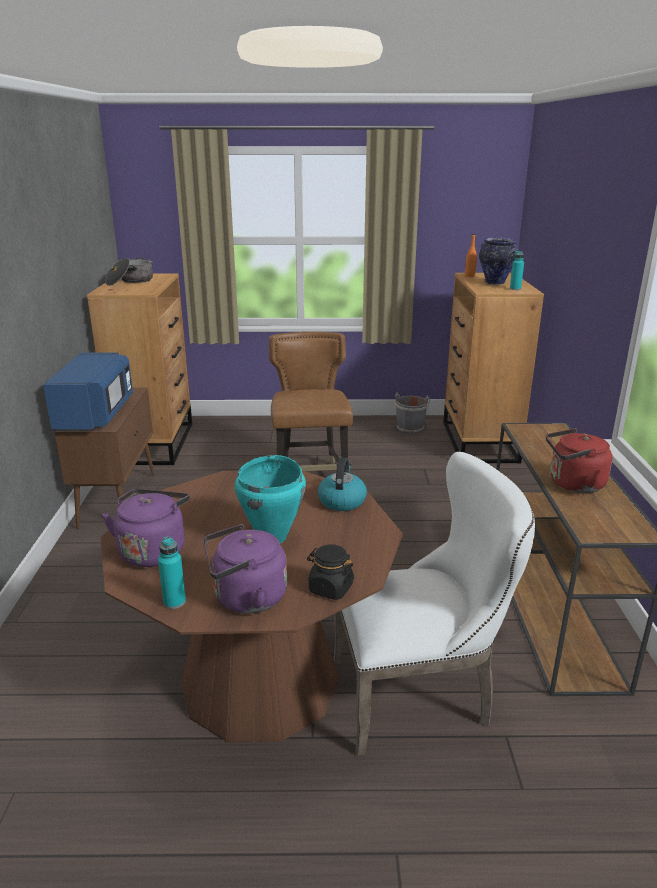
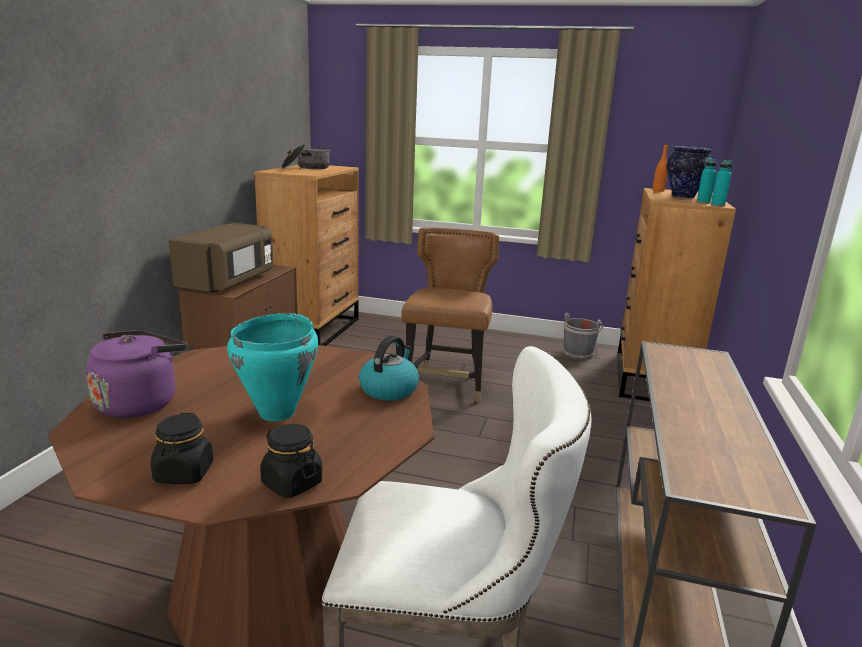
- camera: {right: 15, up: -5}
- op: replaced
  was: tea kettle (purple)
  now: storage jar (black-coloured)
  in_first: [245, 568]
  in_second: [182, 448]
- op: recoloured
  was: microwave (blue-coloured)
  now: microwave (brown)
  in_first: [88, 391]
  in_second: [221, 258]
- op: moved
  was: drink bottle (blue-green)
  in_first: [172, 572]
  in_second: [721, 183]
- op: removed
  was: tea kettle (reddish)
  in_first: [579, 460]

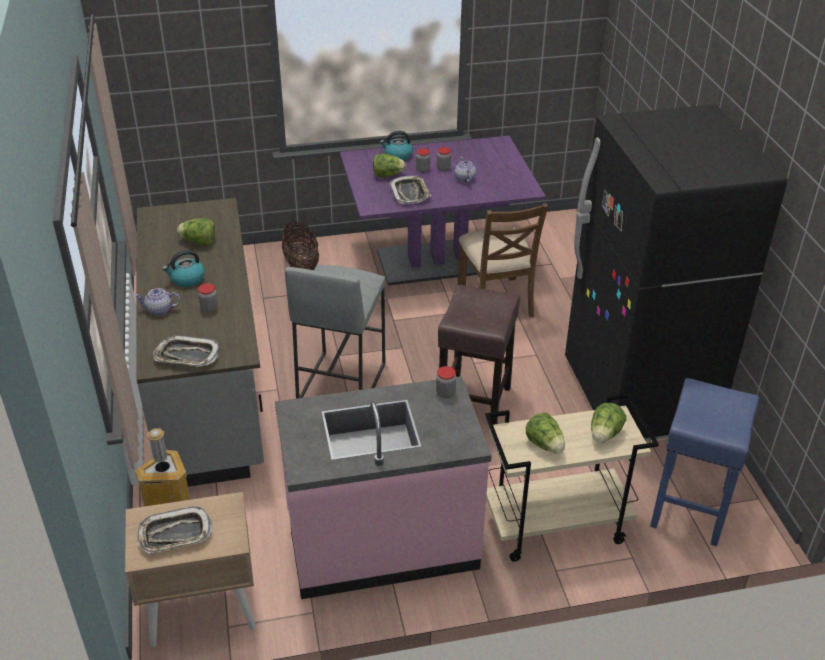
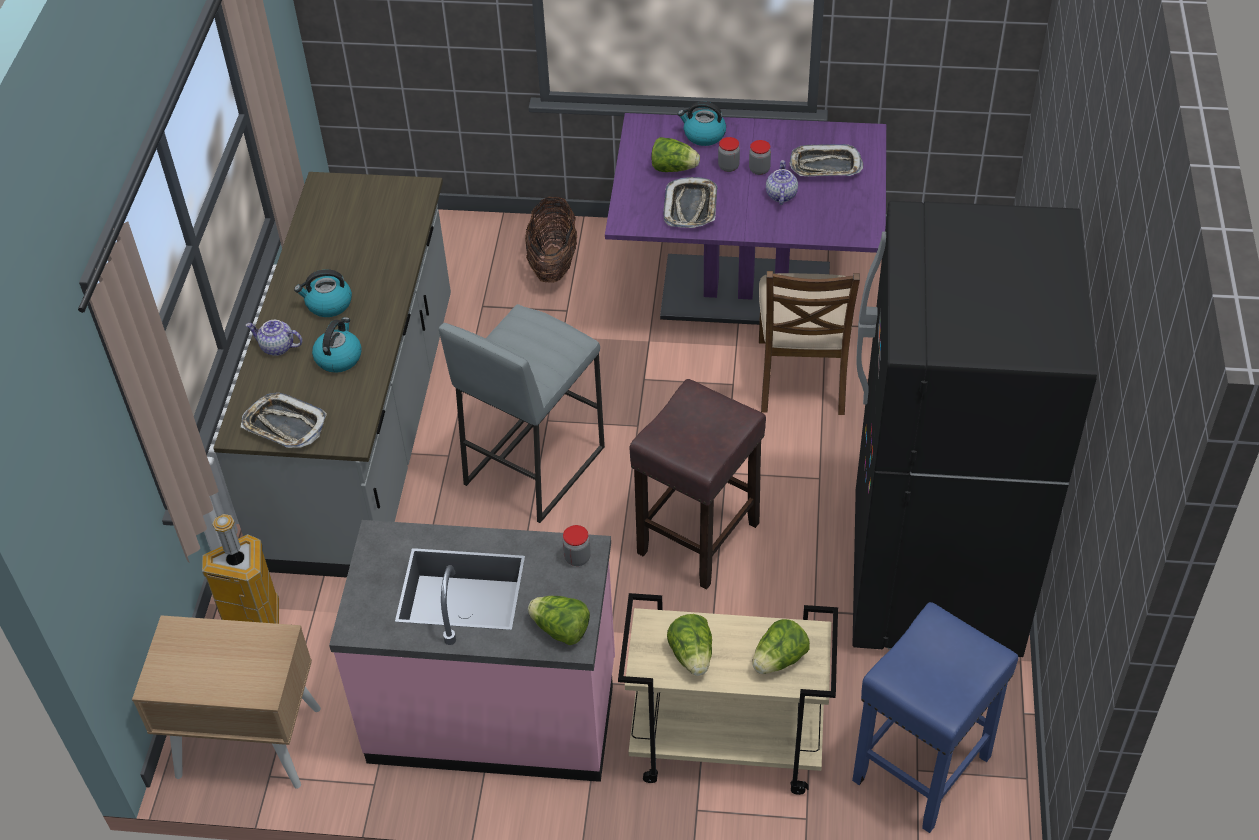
- camera: {right: 20, up: 10}
- op: replaced
  was: storage jar
  now: tea kettle
  in_first: [208, 298]
  in_second: [336, 345]
- op: moved
  was: lettuce
  in_first: [196, 231]
  in_second: [559, 620]
- op: moved
  was: carrying tray
  in_first: [175, 529]
  in_second: [826, 160]

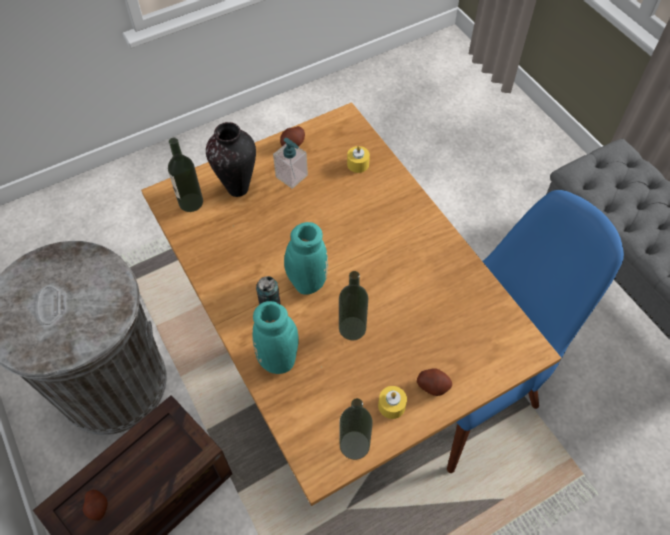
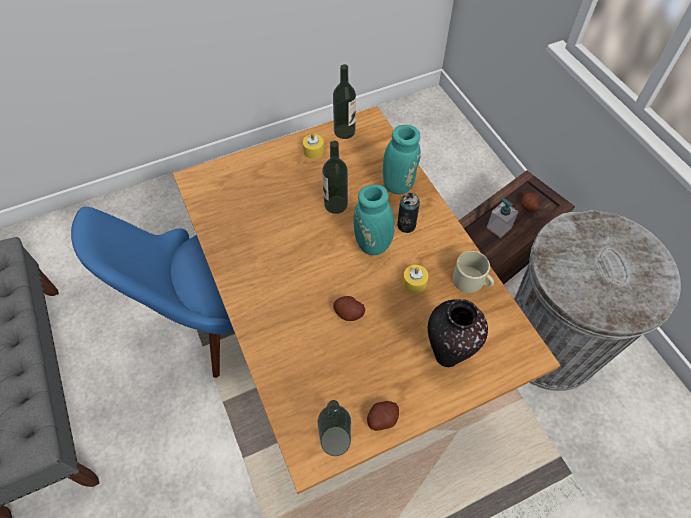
- camera: {right: -175, up: 0}
- op: moved
  was: drink bottle
  in_first: [185, 175]
  in_second: [334, 428]
- op: moved
  was: whole potato
  in_first: [434, 382]
  in_second: [349, 308]
- op: moved
  was: candle (yellow-coloured)
  in_first: [358, 159]
  in_second: [415, 279]
- op: added
  now: mug (beige)
  in_second: [473, 272]
- op: moved
  was: soap dispenser
  in_first: [290, 163]
  in_second: [503, 217]

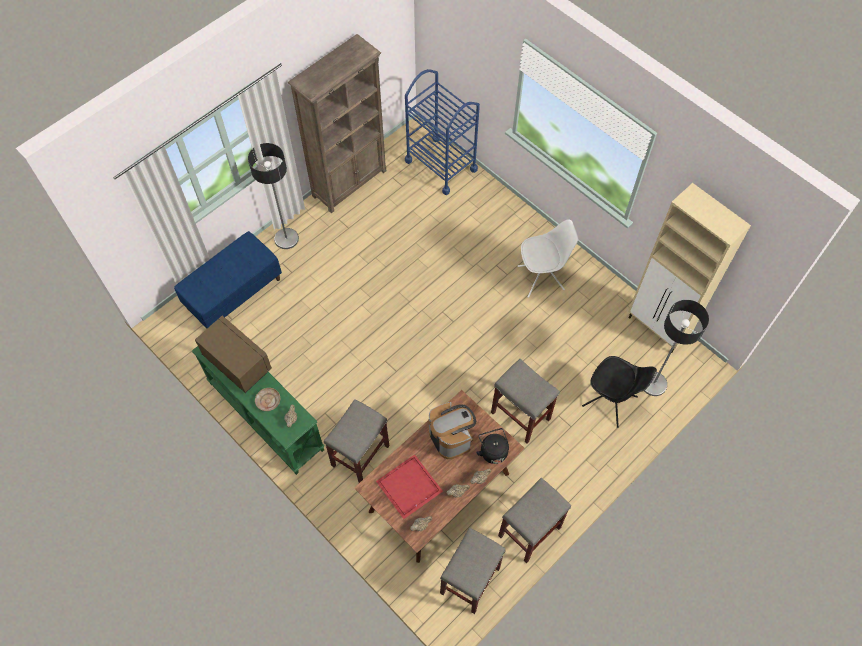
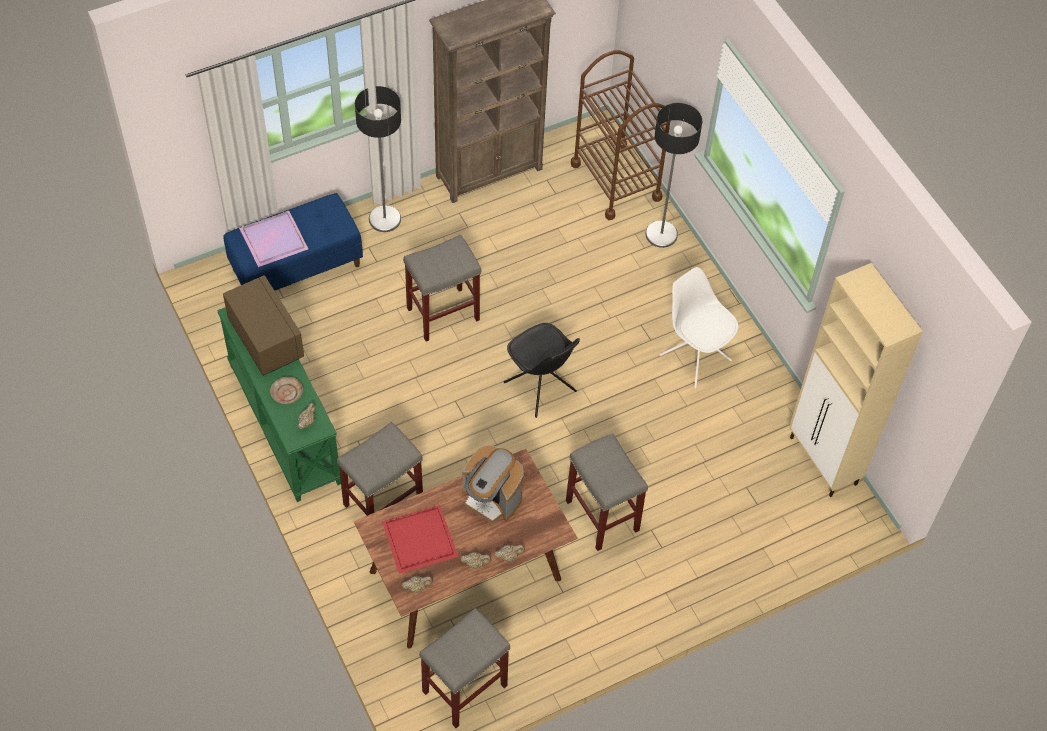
- camera: {right: 15, up: -5}
- op: added
  now: carrying tray (purple)
  in_second: [273, 239]
- op: moved
  was: sitting stool (gray)
  in_first: [534, 521]
  in_second: [442, 288]
- op: turned
  was: coffee brewer
  in_first: [452, 430]
  in_second: [493, 484]
  clockwise: 135
- op: moved
  was: upright chair (black-coloured)
  in_first: [619, 392]
  in_second: [542, 370]
- op: recoloured
  was: wheeled cart (blue-coloured)
  now: wheeled cart (brown)
  in_first: [442, 132]
  in_second: [620, 135]
- op: moved
  was: floor lamp
  in_first: [676, 348]
  in_second: [673, 175]
- op: turned
  was: upright chair (whitish)
  in_first: [548, 258]
  in_second: [699, 327]
  clockwise: -135
- op: removed
  was: tea kettle (black-coloured)
  in_first: [492, 446]

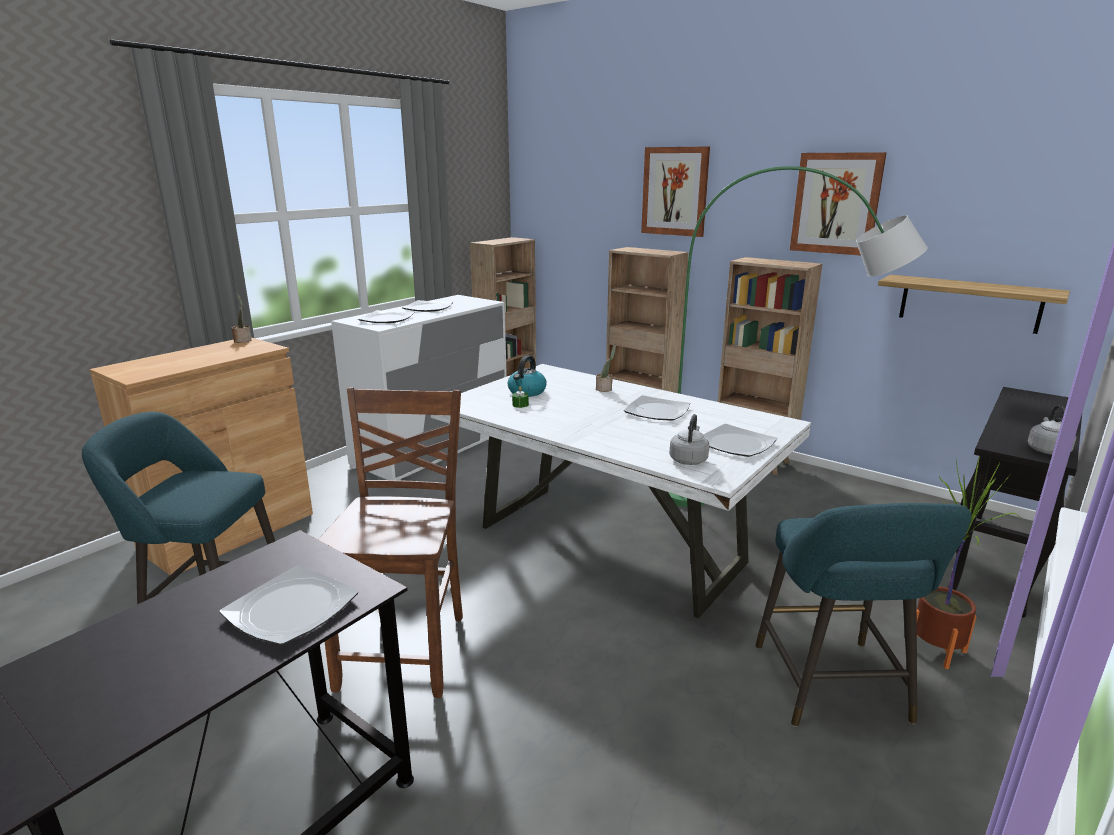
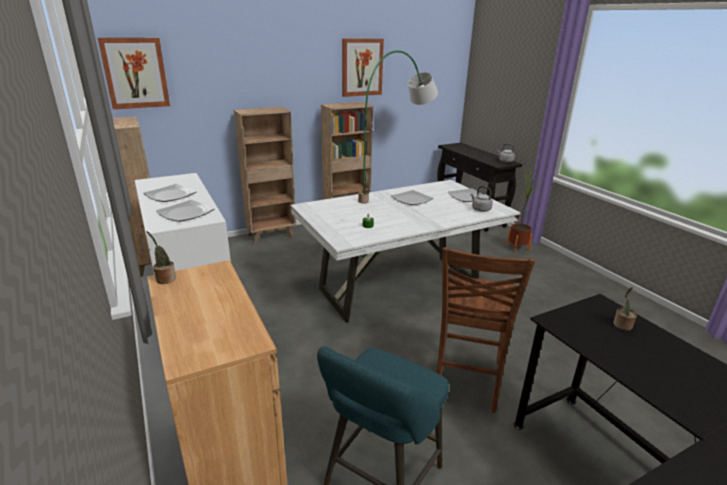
- camera: {right: -65, up: 5}
- op: moved
  was: picture
  in_first: [675, 191]
  in_second: [134, 73]
- op: turned
  was: upright chair (brown)
  in_first: [390, 542]
  in_second: [486, 330]
  clockwise: -105
- op: replaced
  was: plate
  now: potted plant
  in_first: [288, 605]
  in_second: [625, 309]
- op: removed
  was: tea kettle
  in_first: [527, 376]
- op: removed
  was: sitting stool (blue-green)
  in_first: [863, 615]
- op: removed
  was: bracket shelf
  in_first: [974, 304]

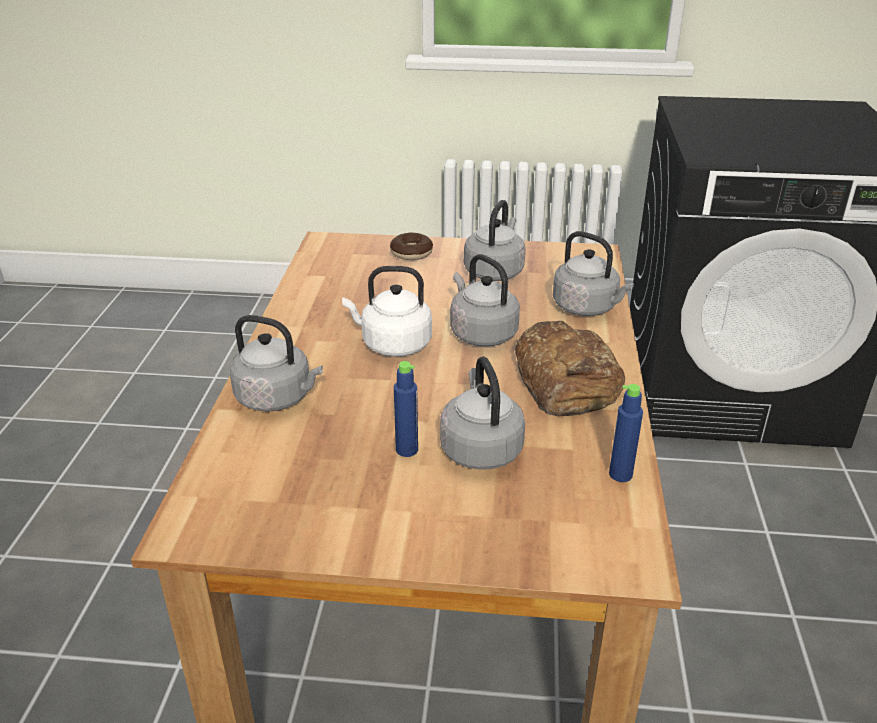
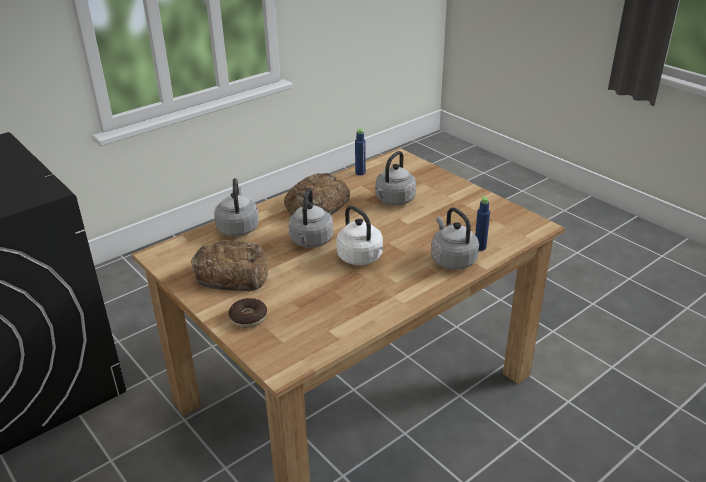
- camera: {right: -135, up: 0}
- op: replaced
  was: tea kettle (gray)
  now: bread
  in_first: [495, 240]
  in_second: [229, 265]
- op: moved
  was: drink bottle (blue-coloured)
  in_first: [406, 409]
  in_second: [482, 223]

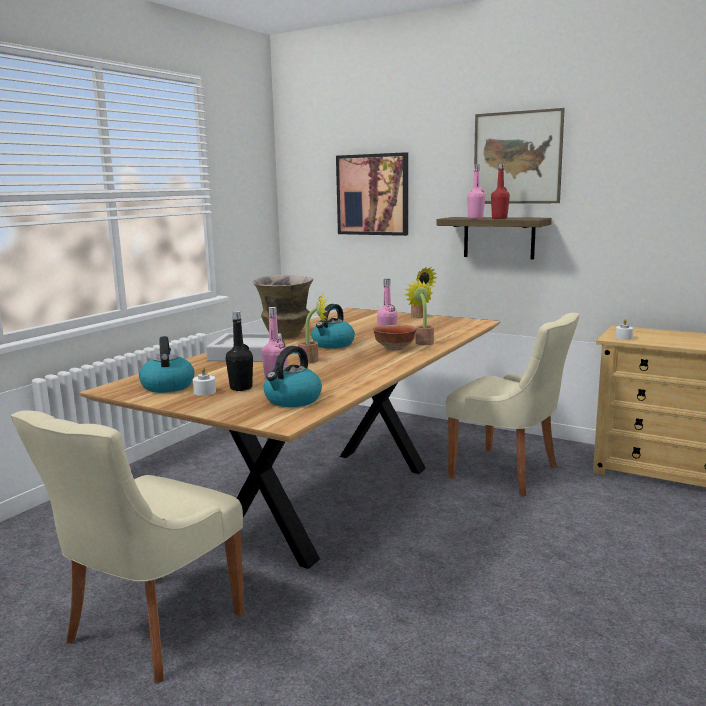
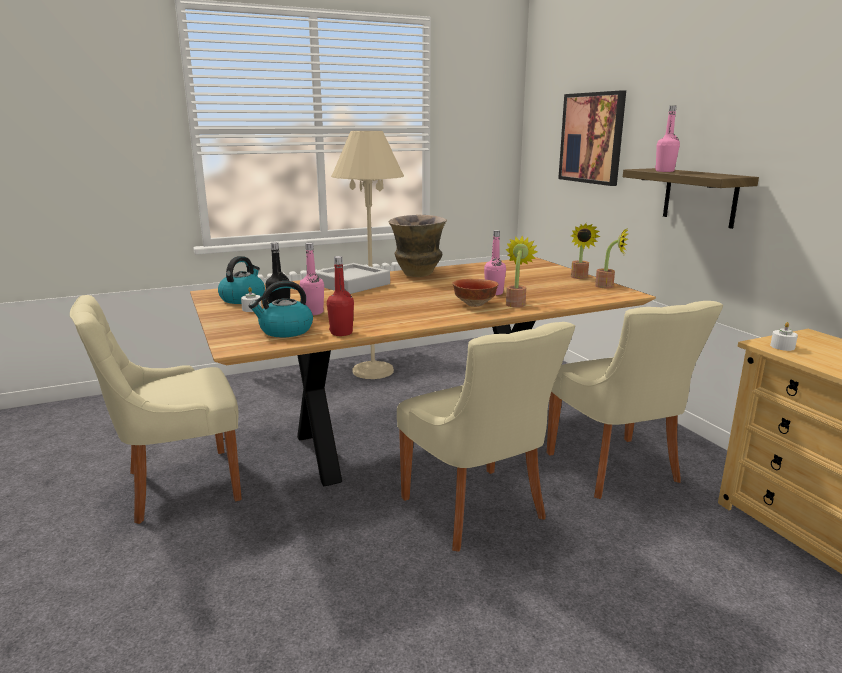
- camera: {right: 35, up: 5}
- op: moved
  was: drink bottle (reddish)
  in_first: [500, 191]
  in_second: [340, 296]
- op: added
  now: floor lamp (beige)
  in_second: [367, 255]
- op: added
  now: upright chair (beige)
  in_second: [486, 437]
- op: moved
  was: potted plant
  in_first: [313, 328]
  in_second: [611, 258]
- op: removed
  was: tea kettle
  in_first: [333, 326]
- op: removed
  was: picture
  in_first: [519, 156]

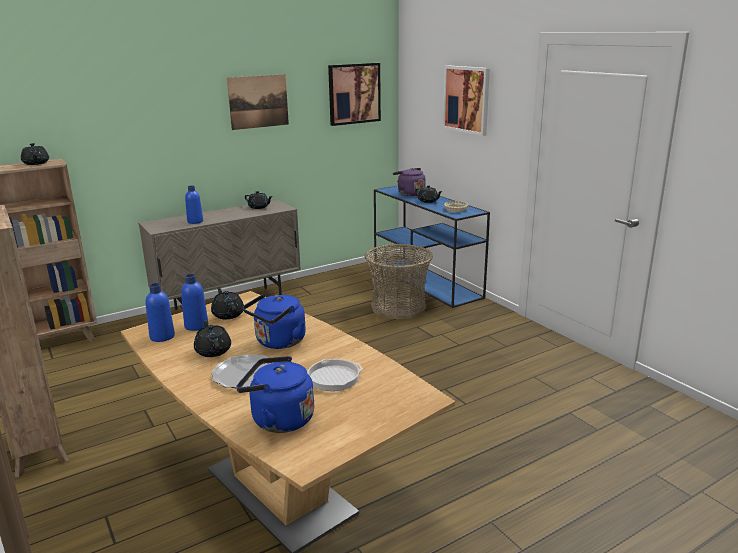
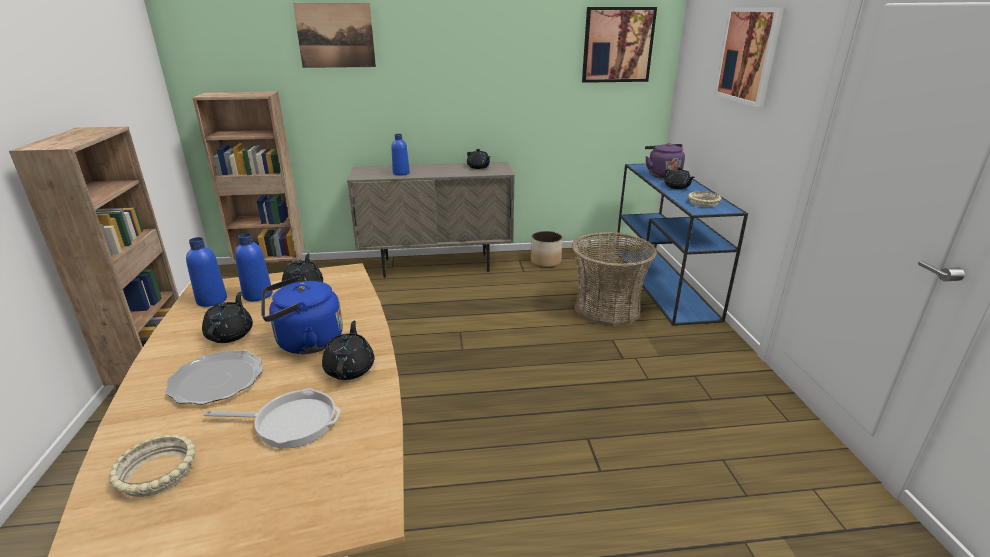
- camera: {right: 25, up: 5}
- op: replaced
  was: tea kettle (blue-coloured)
  now: deep dish (beige)
  in_first: [275, 394]
  in_second: [152, 466]
- op: moved
  was: picture
  in_first: [258, 102]
  in_second: [334, 35]
- op: moved
  was: tea pot (black-coloured)
  in_first: [35, 154]
  in_second: [348, 350]
- op: added
  now: flower pot
  in_second: [546, 249]

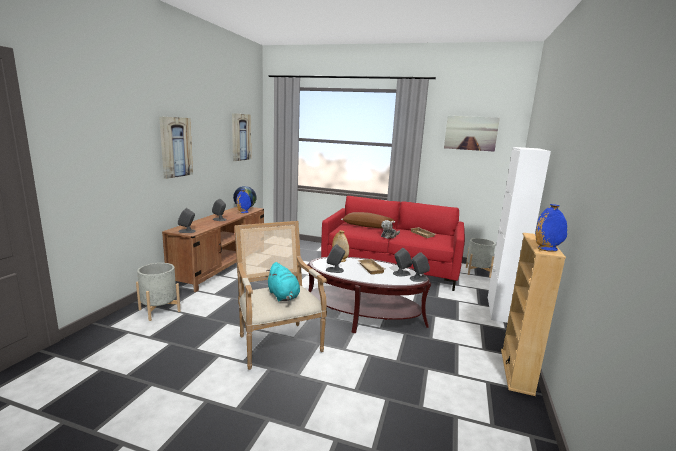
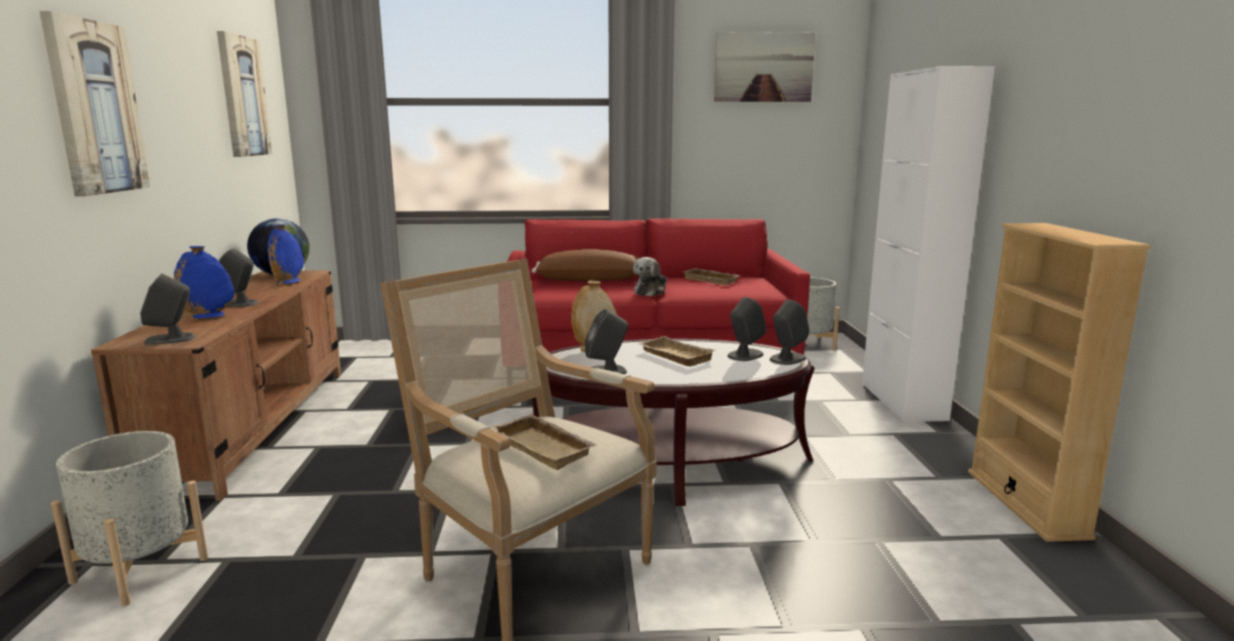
- camera: {right: -20, up: 0}
- op: moved
  was: vase (blue-coloured)
  in_first: [551, 228]
  in_second: [204, 283]
- op: replaced
  was: plush toy (blue-green)
  now: carrying tray (beige)
  in_first: [283, 281]
  in_second: [544, 442]

